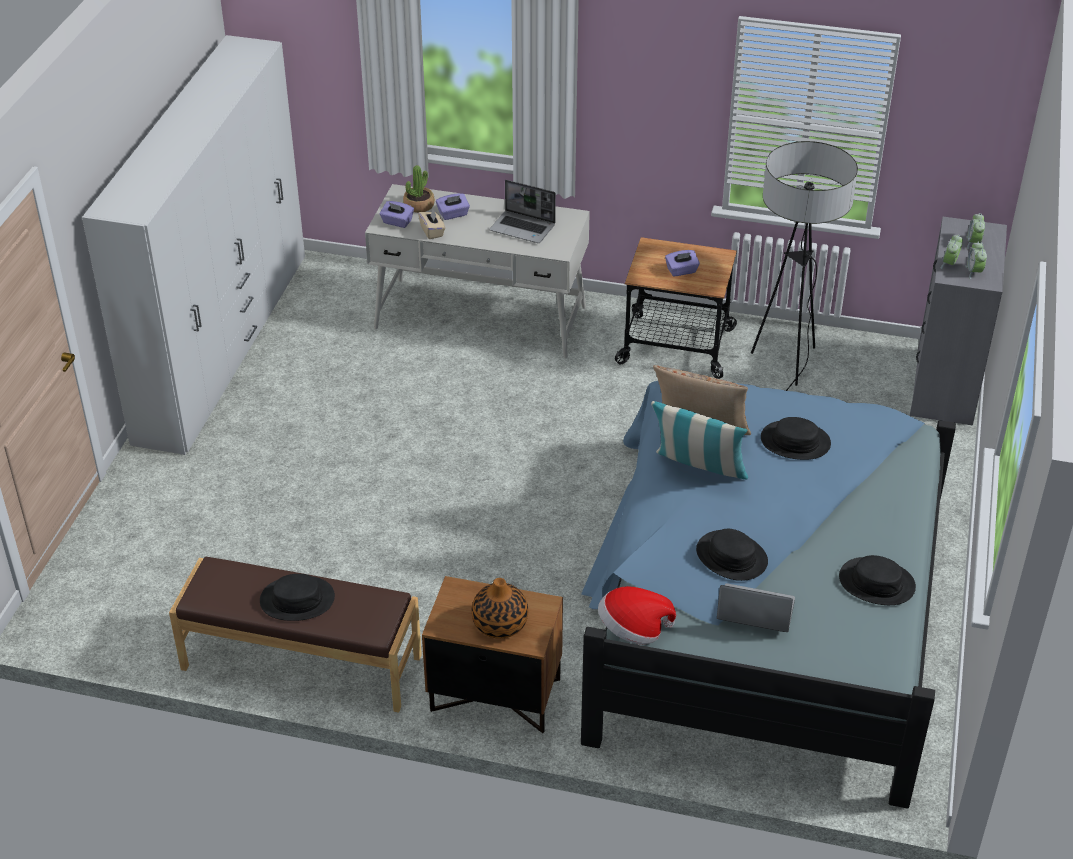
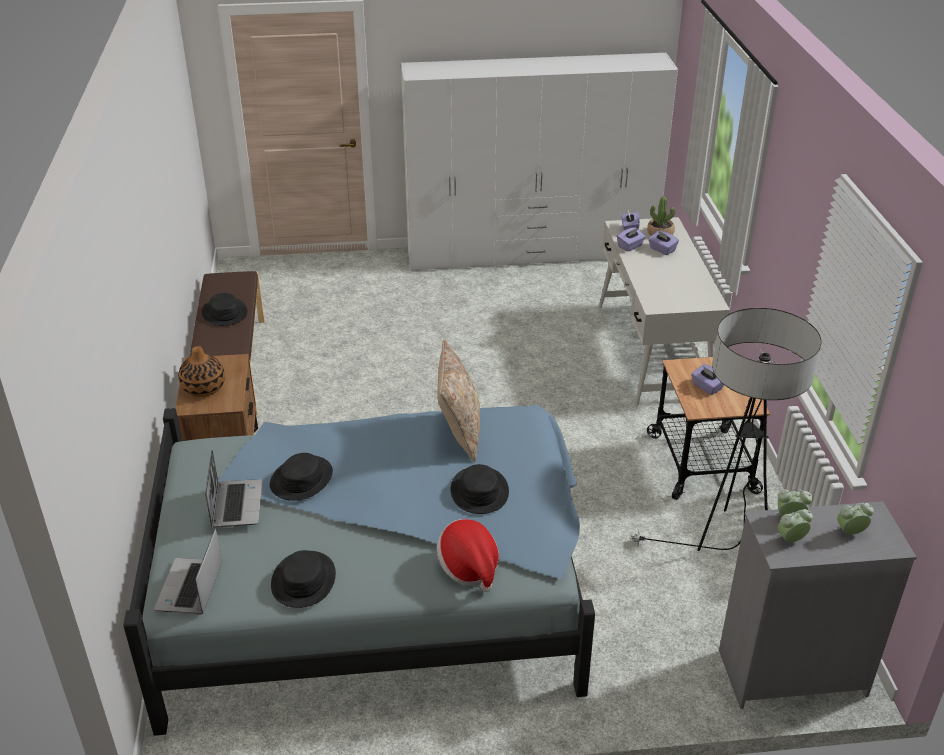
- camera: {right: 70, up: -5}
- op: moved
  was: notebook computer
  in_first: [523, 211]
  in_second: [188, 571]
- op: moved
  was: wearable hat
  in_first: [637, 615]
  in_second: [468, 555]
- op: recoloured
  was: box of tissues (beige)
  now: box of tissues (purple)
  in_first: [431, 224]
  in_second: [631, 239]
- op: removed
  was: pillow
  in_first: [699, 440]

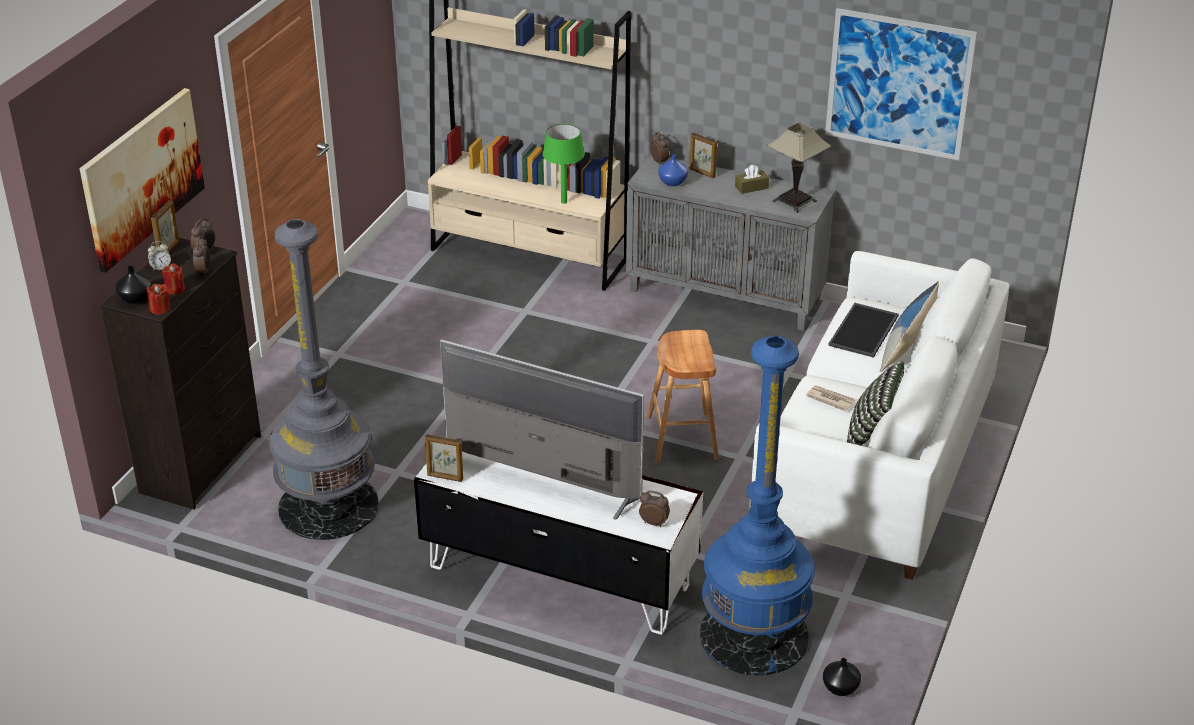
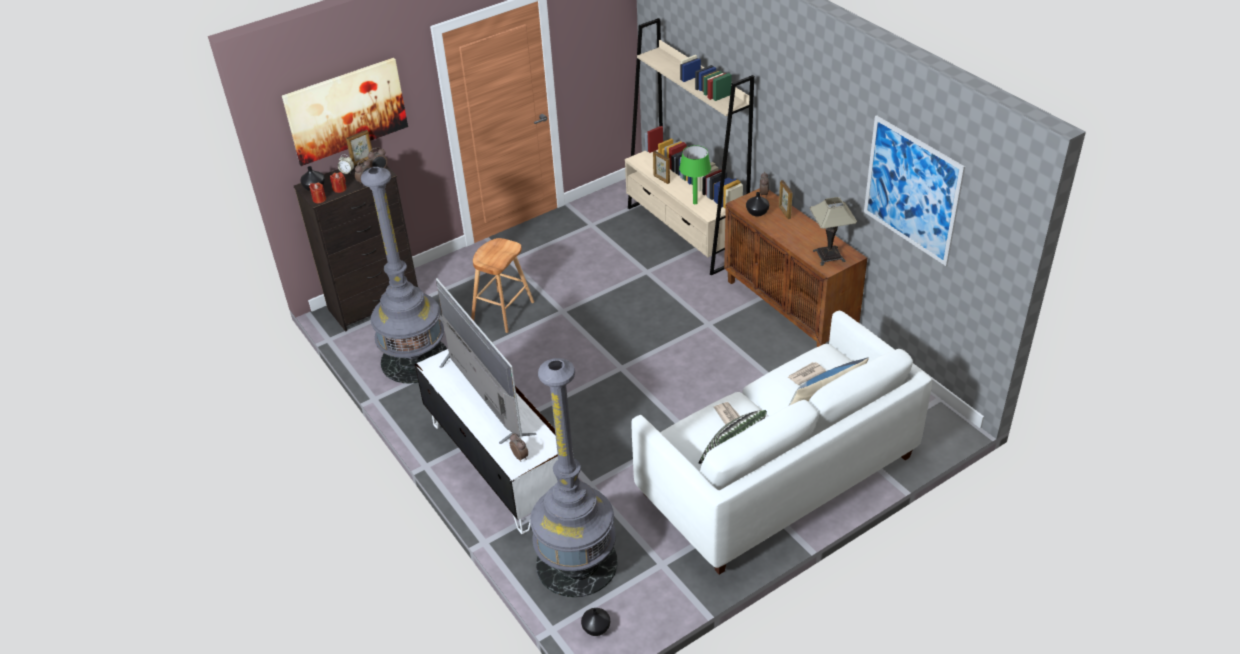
- camera: {right: 35, up: 5}
- op: moved
  was: sitting stool (brown)
  in_first: [683, 397]
  in_second: [502, 285]
- op: recoloured
  was: floor lamp (blue-coloured)
  now: floor lamp (gray)
  in_first: [757, 506]
  in_second: [574, 477]
- op: moved
  was: picture frame
  in_first: [444, 458]
  in_second: [661, 167]
- op: recoloured
  was: cupboard (gray)
  now: cupboard (brown)
  in_first: [730, 242]
  in_second: [795, 267]
- op: recoloured
  was: vase (blue-coloured)
  now: vase (black-coloured)
  in_first: [673, 170]
  in_second: [757, 204]
- op: replaced
  was: carrying tray
  now: newspaper
  in_first: [863, 330]
  in_second: [806, 373]
- op: removed
  was: box of tissues (brown)
  in_first: [752, 179]

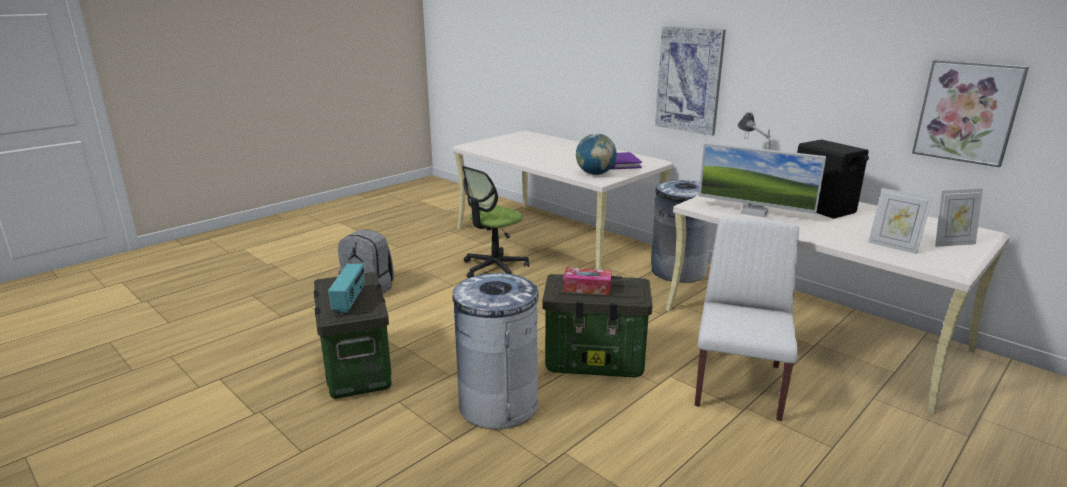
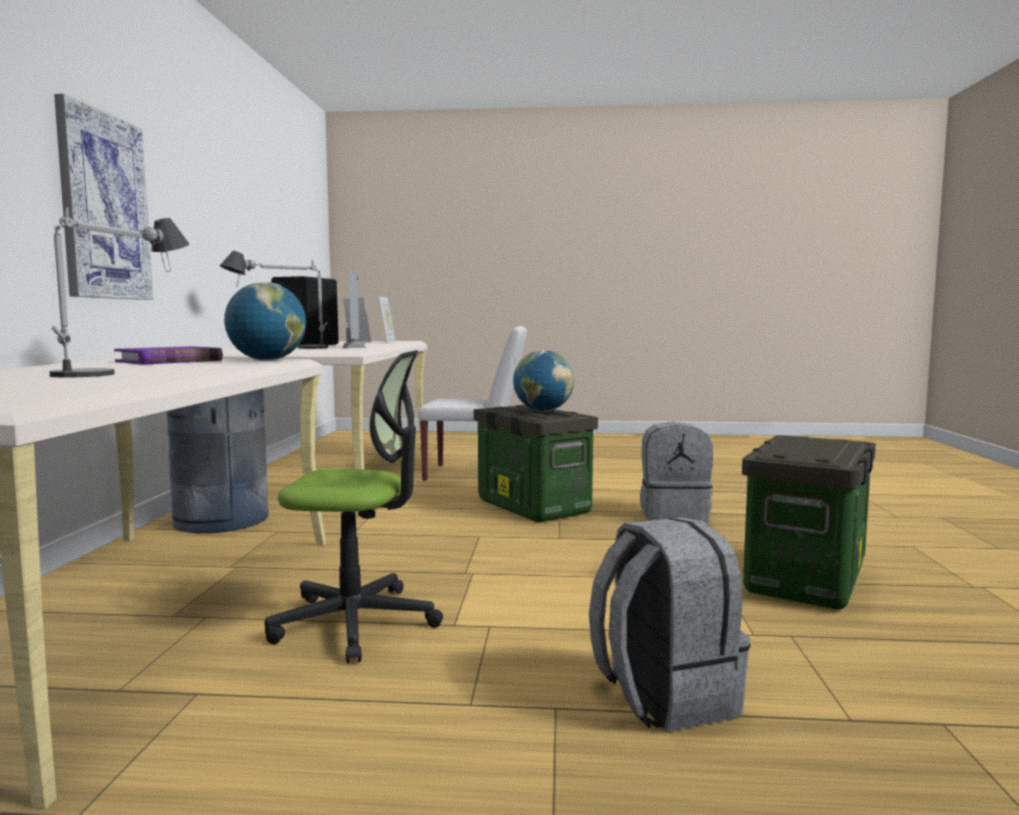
- camera: {right: -130, up: -15}
- op: added
  now: table lamp
  in_second: [119, 292]
- op: turned
  was: upright chair (whitish)
  in_first: [747, 319]
  in_second: [472, 403]
  clockwise: -150
- op: replaced
  was: box of tissues
  now: globe
  in_first: [587, 281]
  in_second: [543, 380]
- op: replaced
  was: rubbish bin (gray)
  now: knapsack (gray)
  in_first: [496, 351]
  in_second: [676, 472]
- op: removed
  was: radio
  in_first: [346, 288]
- op: removed
  was: picture
  in_first: [970, 113]

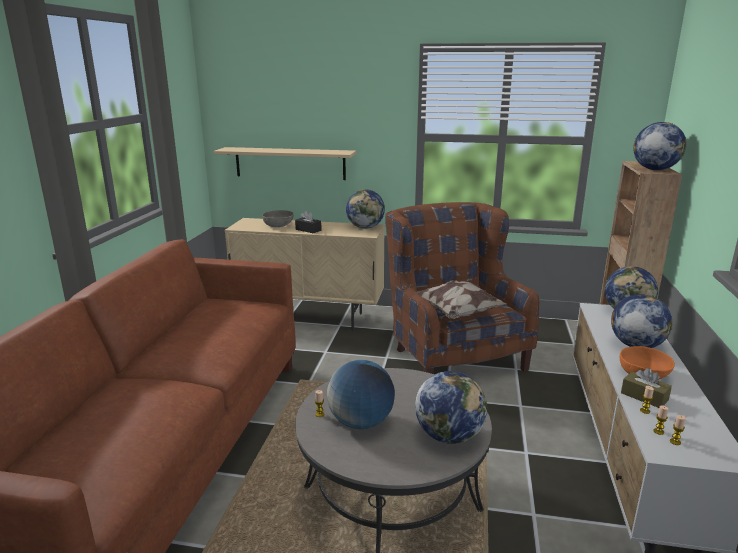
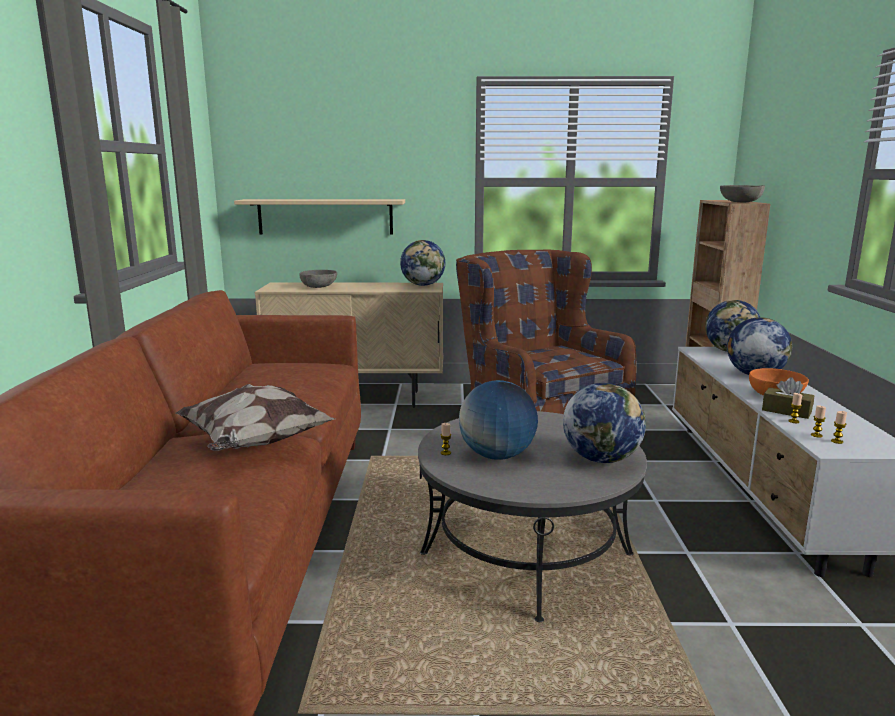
- camera: {right: -10, up: -5}
- op: moved
  was: pillow
  in_first: [461, 299]
  in_second: [255, 417]
- op: replaced
  was: globe
  now: deep dish (gray)
  in_first: [660, 146]
  in_second: [742, 193]
- op: removed
  was: box of tissues (black-coloured)
  in_first: [308, 221]

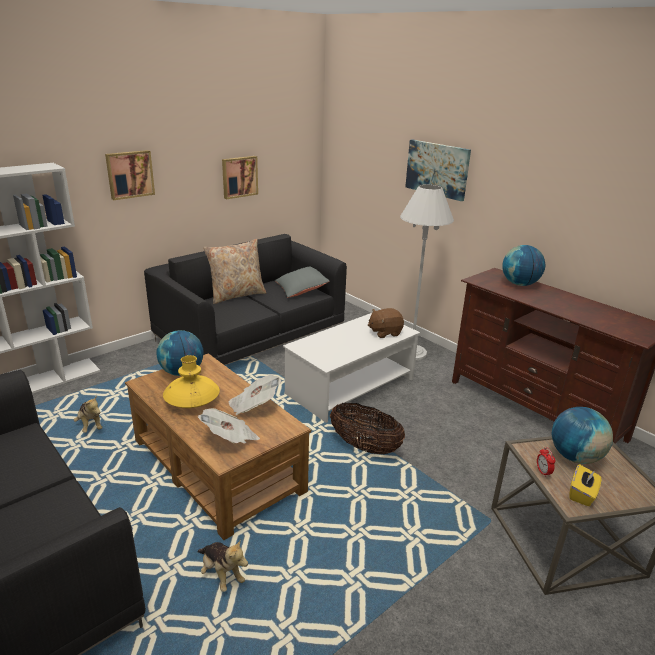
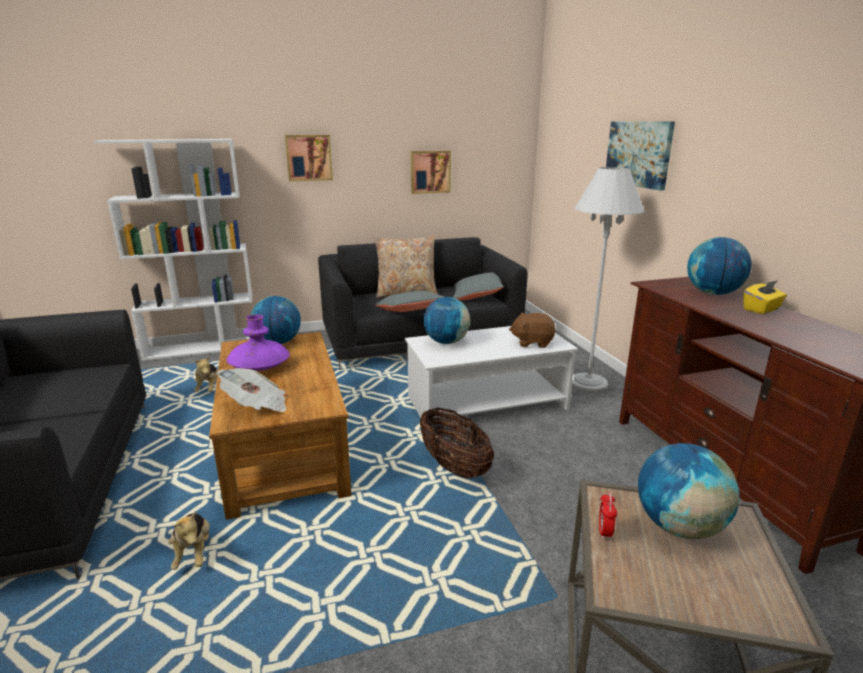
- camera: {right: 25, up: -5}
- op: recoloured
  was: vase (yellow-coloured)
  now: vase (purple)
  in_first: [191, 381]
  in_second: [258, 342]
- op: added
  now: pillow (gray)
  in_second: [410, 301]
- op: added
  now: globe
  in_second: [447, 320]
- op: moved
  was: box of tissues (yellow-coloured)
  in_first: [585, 485]
  in_second: [765, 297]
- op: removed
  was: newspaper
  in_first: [254, 394]

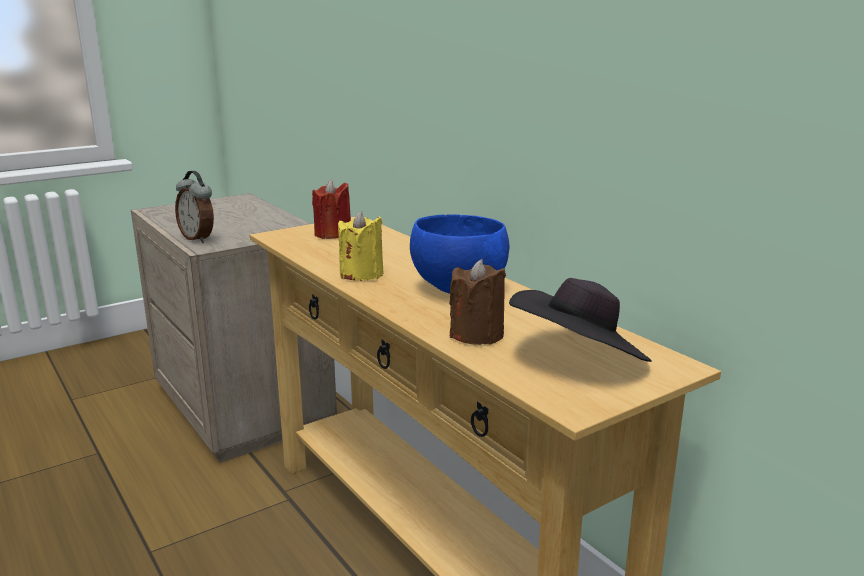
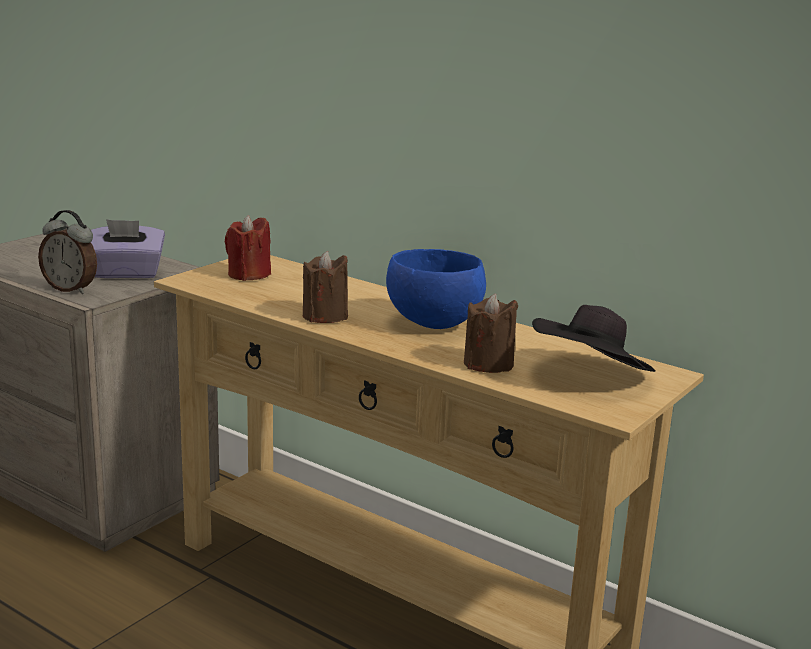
- camera: {right: -20, up: 0}
- op: added
  now: box of tissues (purple)
  in_second: [128, 248]
- op: recoloured
  was: candle (yellow-coloured)
  now: candle (brown)
  in_first: [360, 246]
  in_second: [325, 287]

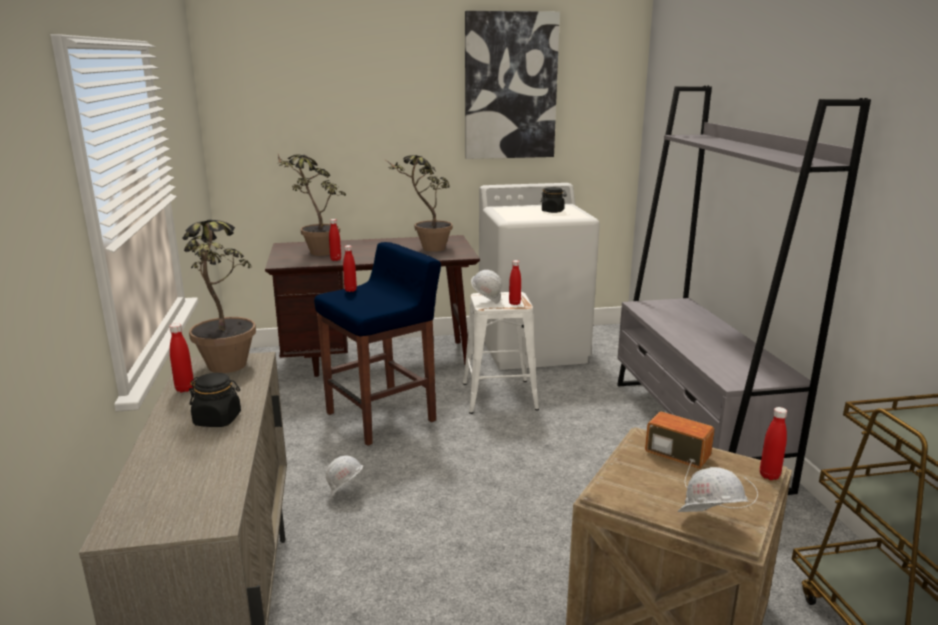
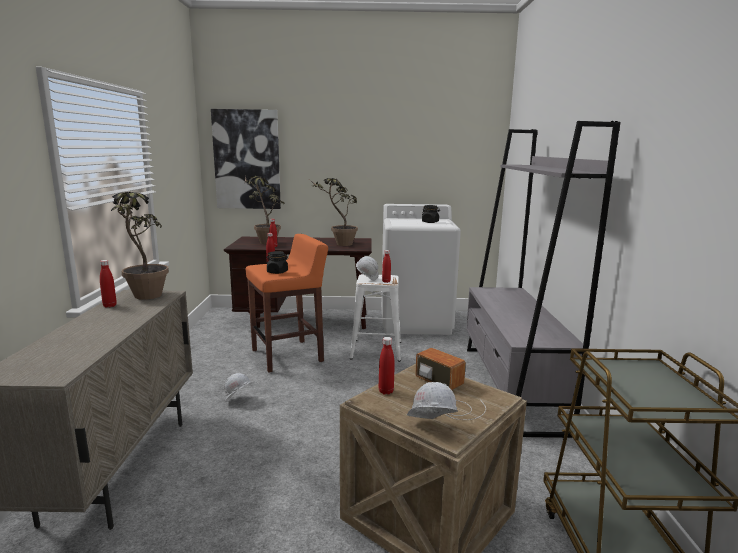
- camera: {right: 10, up: -5}
- op: moved
  was: picture
  in_first: [512, 85]
  in_second: [246, 159]
- op: recoloured
  was: sitting stool (blue-coloured)
  now: sitting stool (orangey)
  in_first: [377, 344]
  in_second: [287, 303]
- op: moved
  was: storage jar (black-coloured)
  in_first: [215, 400]
  in_second: [277, 262]
- op: moved
  was: drink bottle (reddish)
  in_first: [773, 443]
  in_second: [387, 366]

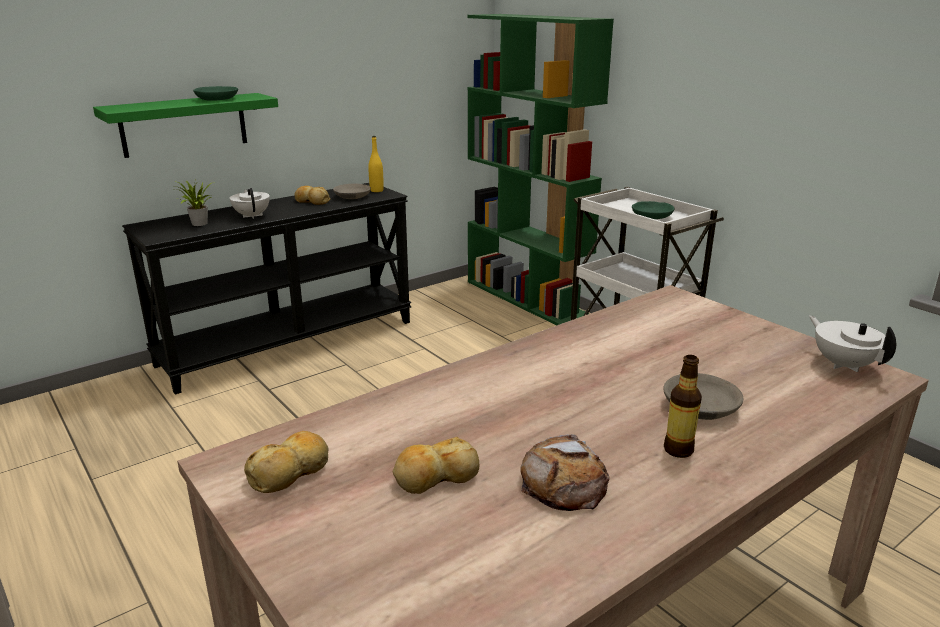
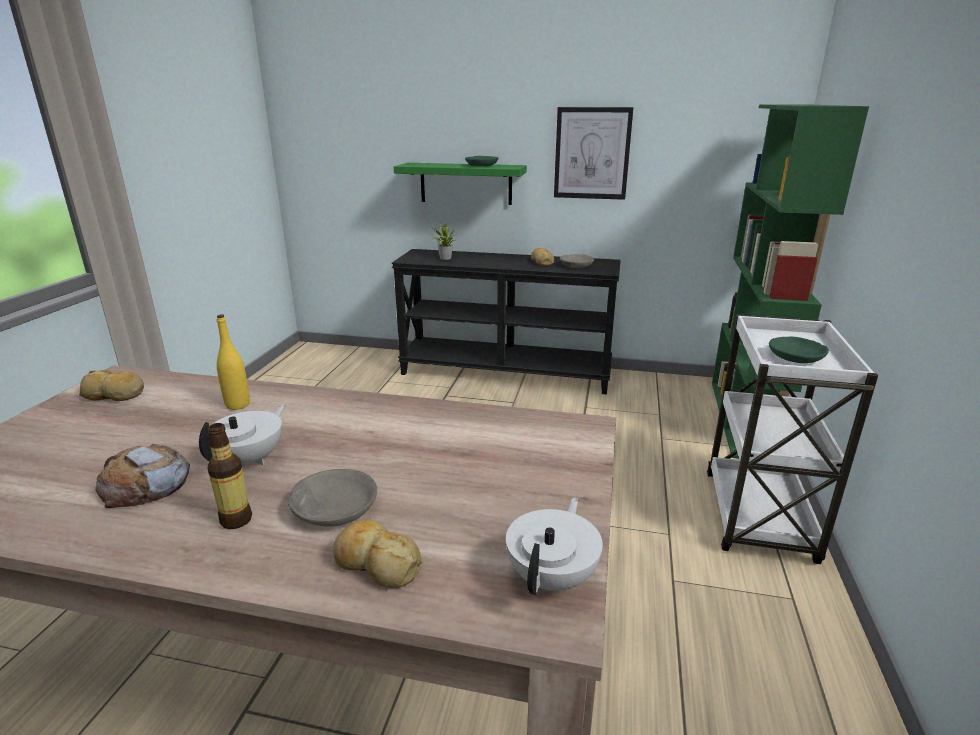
- camera: {right: 50, up: 0}
- op: moved
  was: tea pot (whitish)
  in_first: [250, 203]
  in_second: [242, 435]
- op: moved
  was: drink bottle (yellow-coloured)
  in_first: [376, 164]
  in_second: [233, 362]
- op: moved
  was: bread
  in_first: [436, 465]
  in_second: [378, 554]
- op: added
  now: picture
  in_second: [593, 153]

